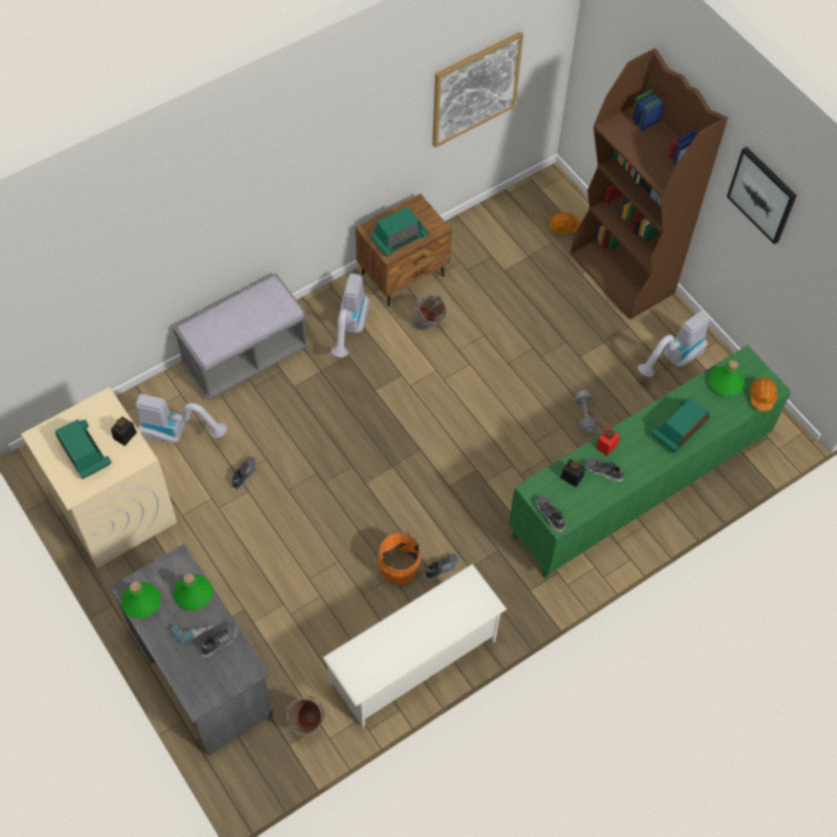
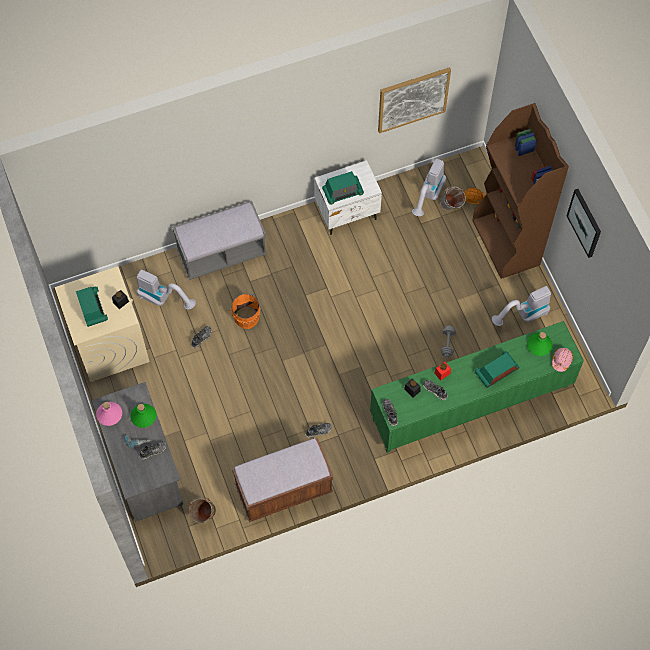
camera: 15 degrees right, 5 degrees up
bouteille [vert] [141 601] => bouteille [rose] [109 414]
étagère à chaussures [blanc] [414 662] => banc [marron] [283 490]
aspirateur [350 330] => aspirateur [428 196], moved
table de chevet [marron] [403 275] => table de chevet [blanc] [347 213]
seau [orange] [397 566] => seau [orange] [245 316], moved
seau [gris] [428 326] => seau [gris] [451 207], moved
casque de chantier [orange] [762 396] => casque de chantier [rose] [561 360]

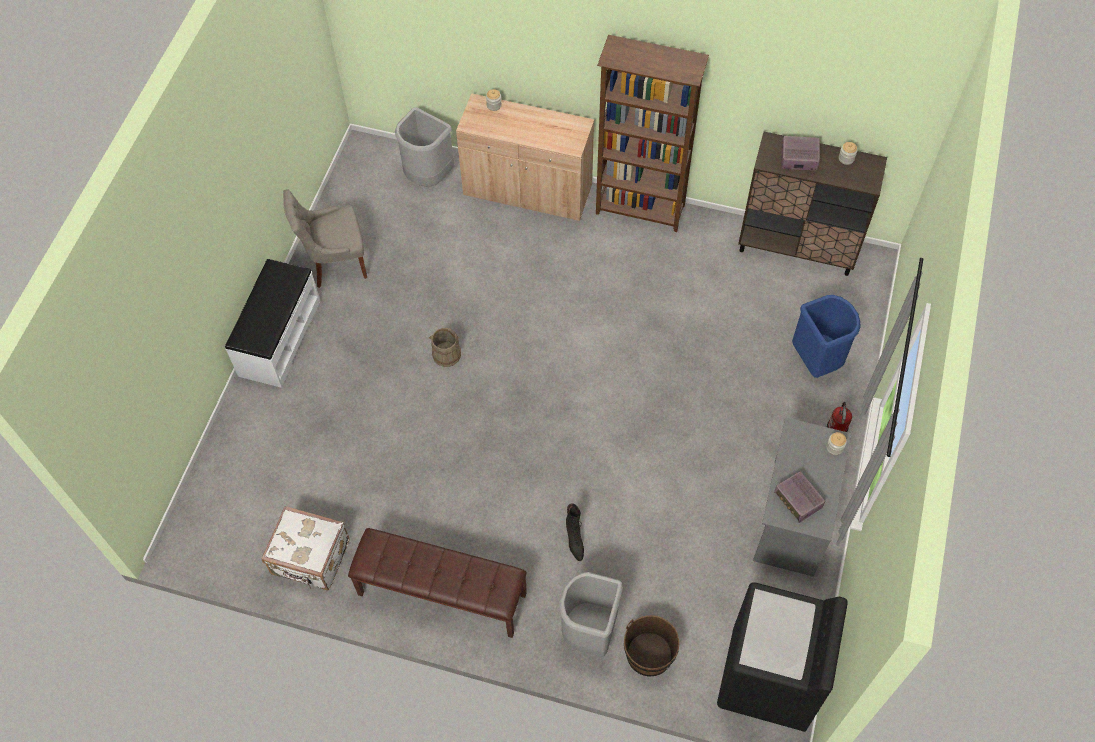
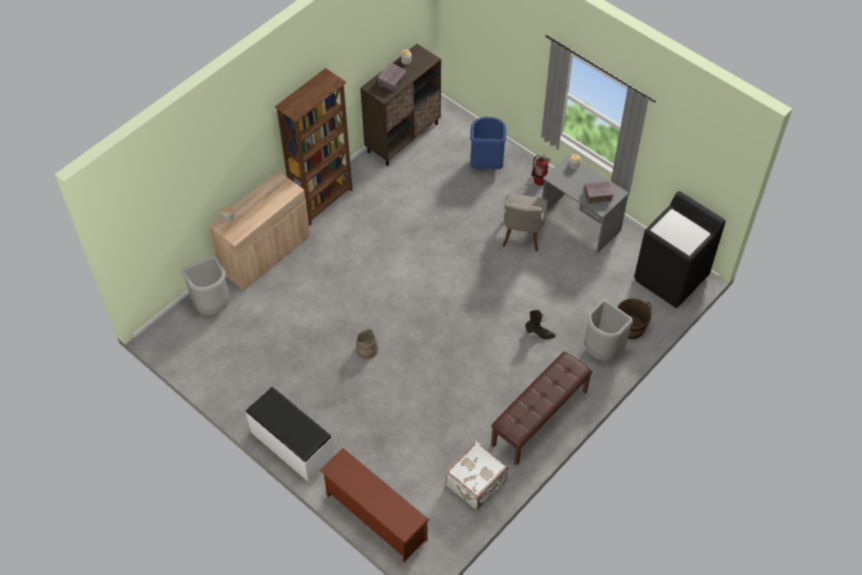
camera: 65 degrees left, 5 degrees down
chaise [gris] [335 263] => chaise [gris] [522 236], moved
nothing => étagère à chaussures [marron] [375 518]

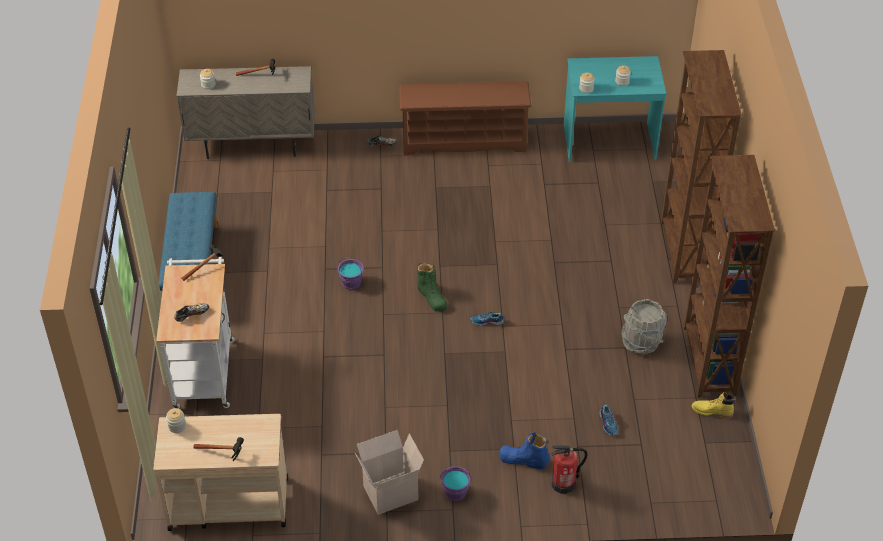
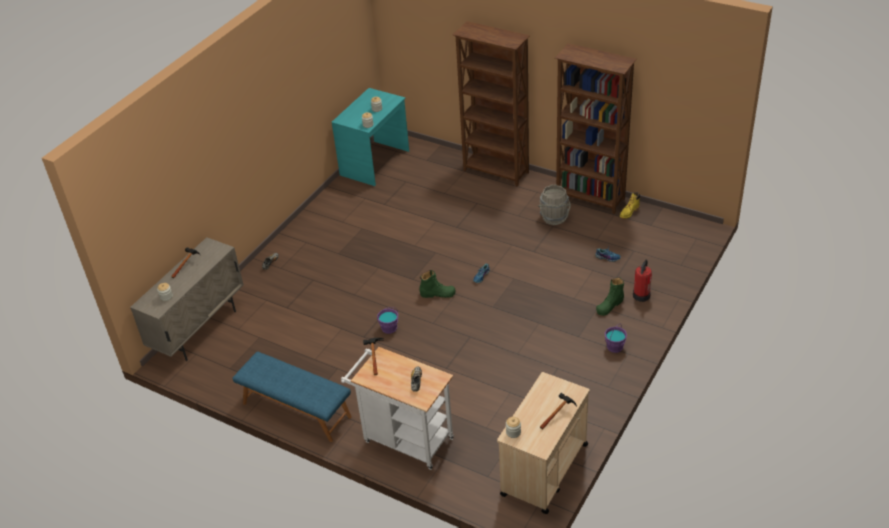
camera: 55 degrees left, 5 degrees down
carton [390 491] => nothing
étagère à chaussures [marron] [464 141] => nothing
botte [bleu] [523 460] => botte [vert] [610 305]

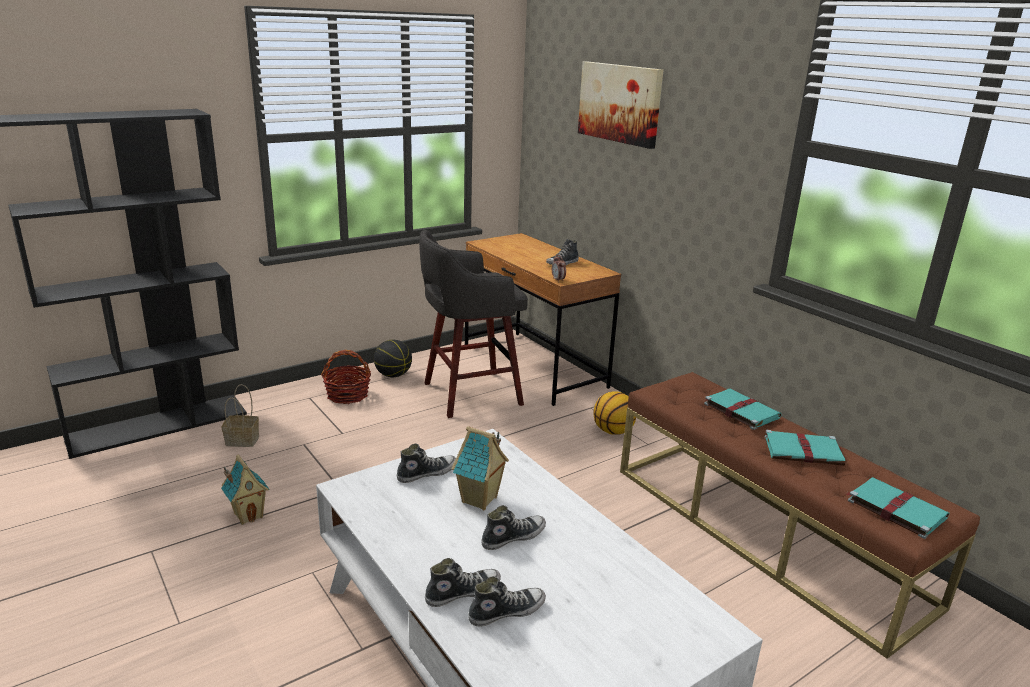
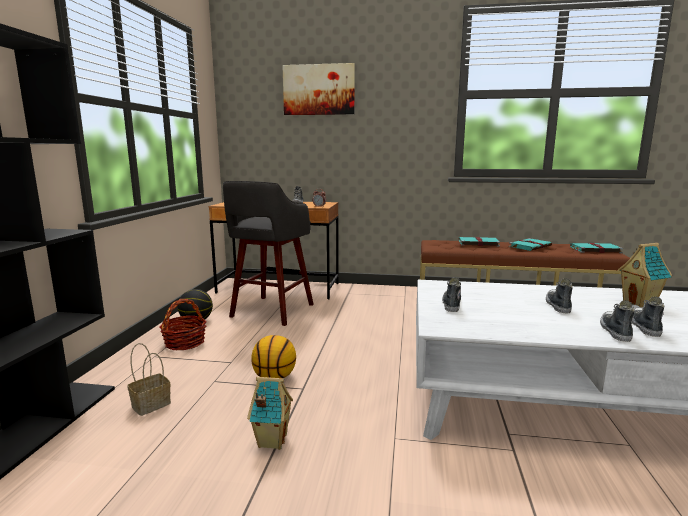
camera: 45 degrees left, 10 degrees down
maison miniature [480 500] => maison miniature [640 303], moved
ballon de basket [612 431] => ballon de basket [274 377], moved

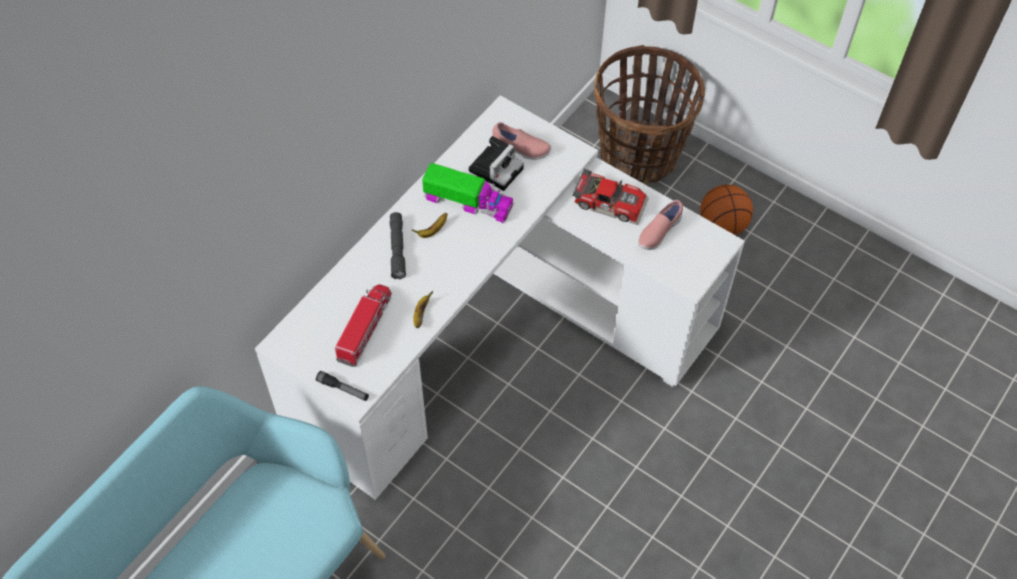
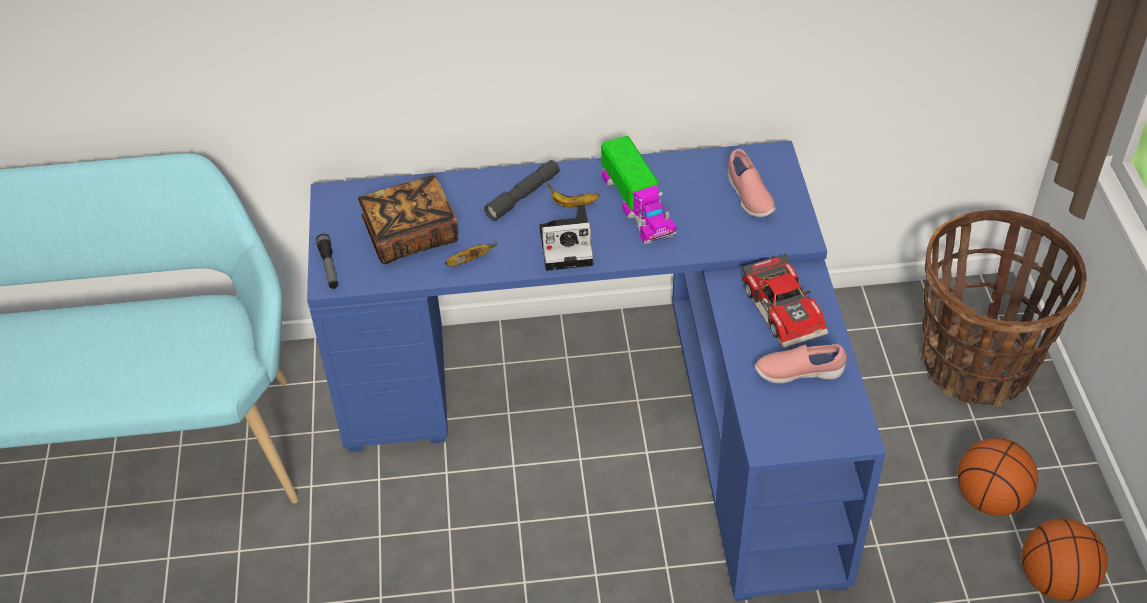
camera: 50 degrees right, 10 degrees down
bureau [blanc] [493 335] => bureau [bleu] [619 407]
camion jouet [365 328] => livre [411 235]
appareil photo [496 168] => appareil photo [568 246], moved
nothing => ballon de basket [1054 580]

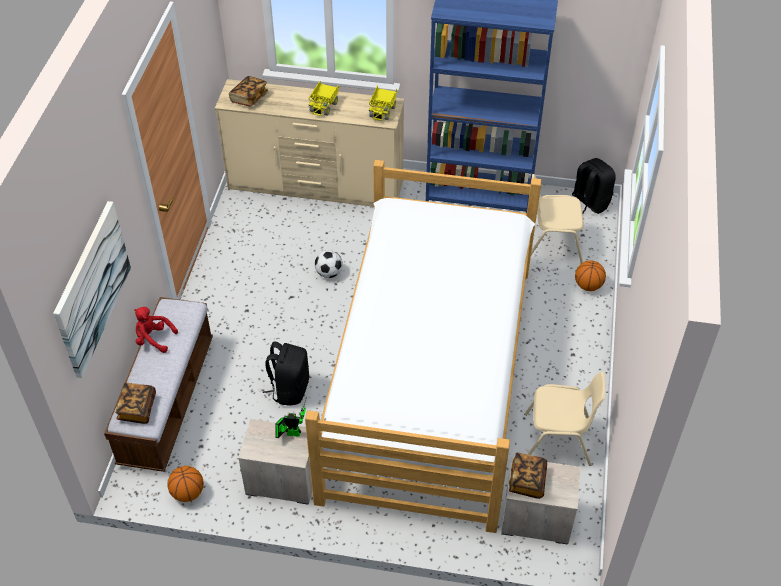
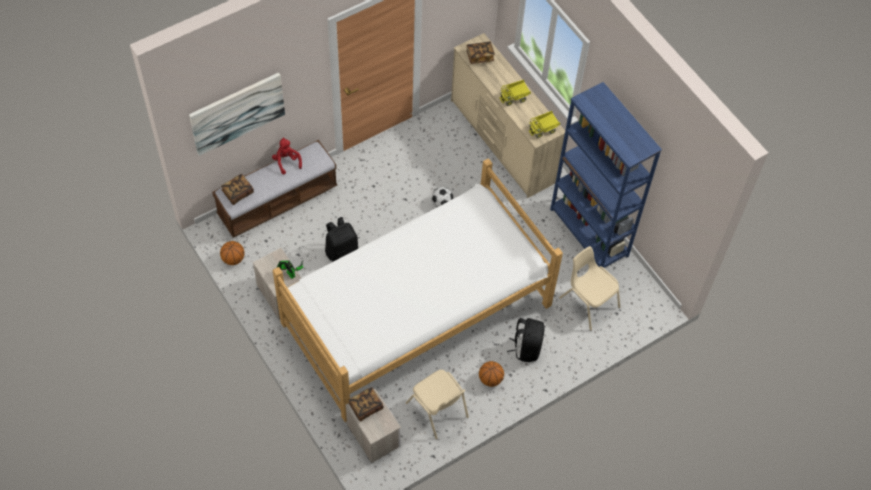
camera: 45 degrees right, 10 degrees up
sac à dos [noir] [589 203] => sac à dos [noir] [526 348], moved
ballon de basket [588 286] => ballon de basket [490 379], moved

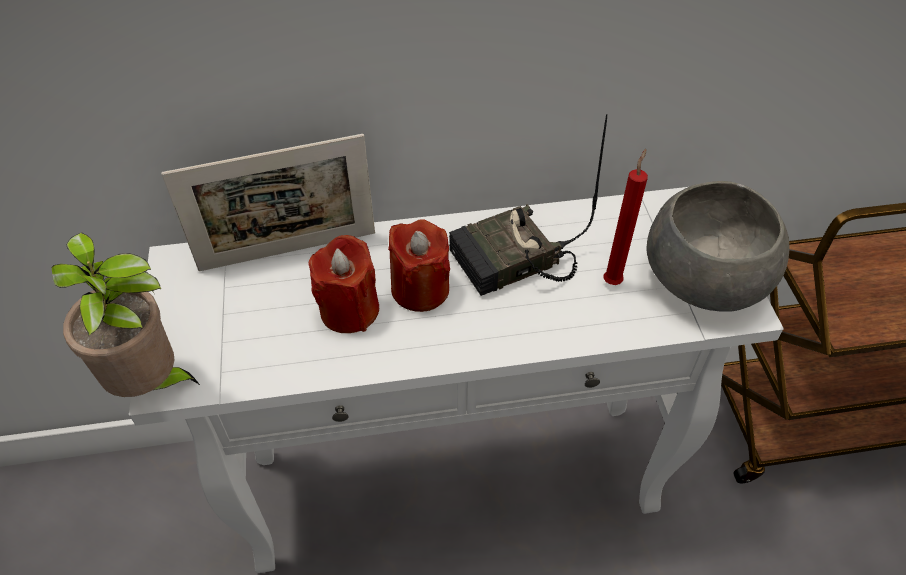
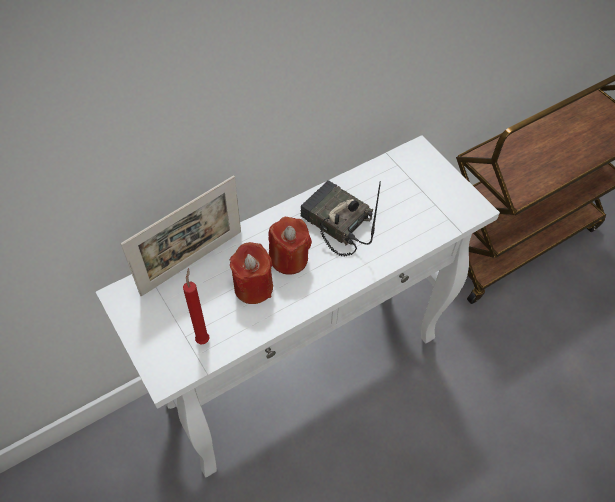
camera: 25 degrees left, 5 degrees up
plante en pot [152 384] => nothing
radio [512 263] => radio [334 223], 90 degrees clockwise
bougie [rouge] [613 280] => bougie [rouge] [203 338], moved
bol [gris] [703 277] => nothing

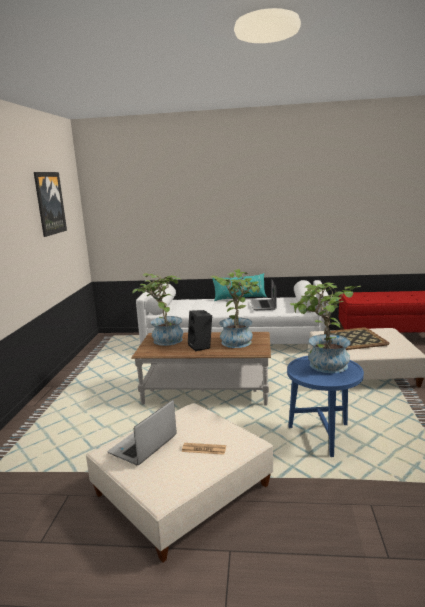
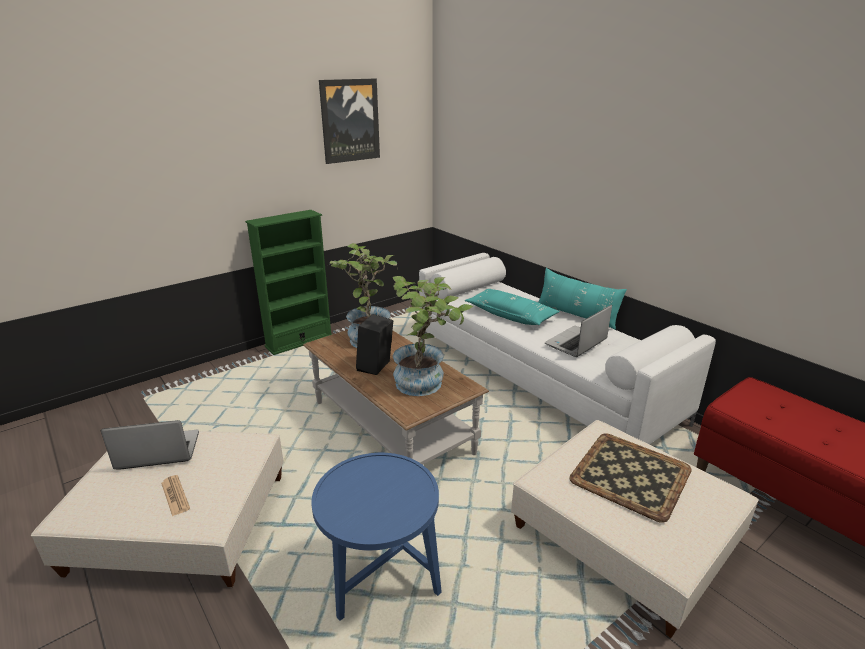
camera: 45 degrees right, 10 degrees up
plante en pot [323 366] => nothing
nothing => bibliothèque [vert] [299 341]
nothing => coussin [turquoise] [510 315]

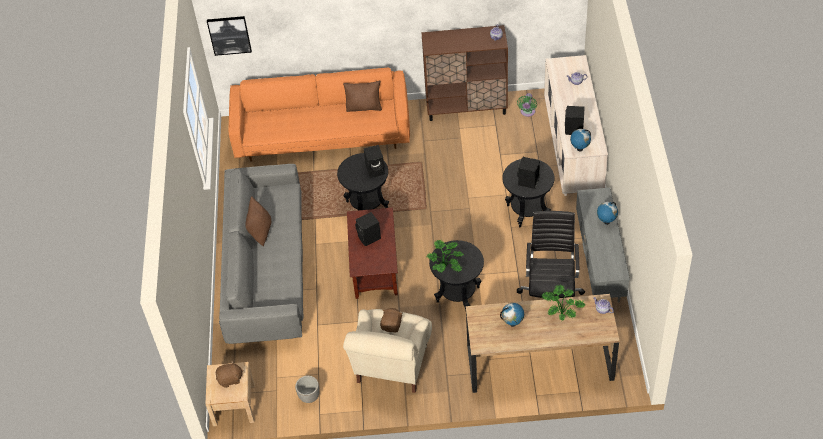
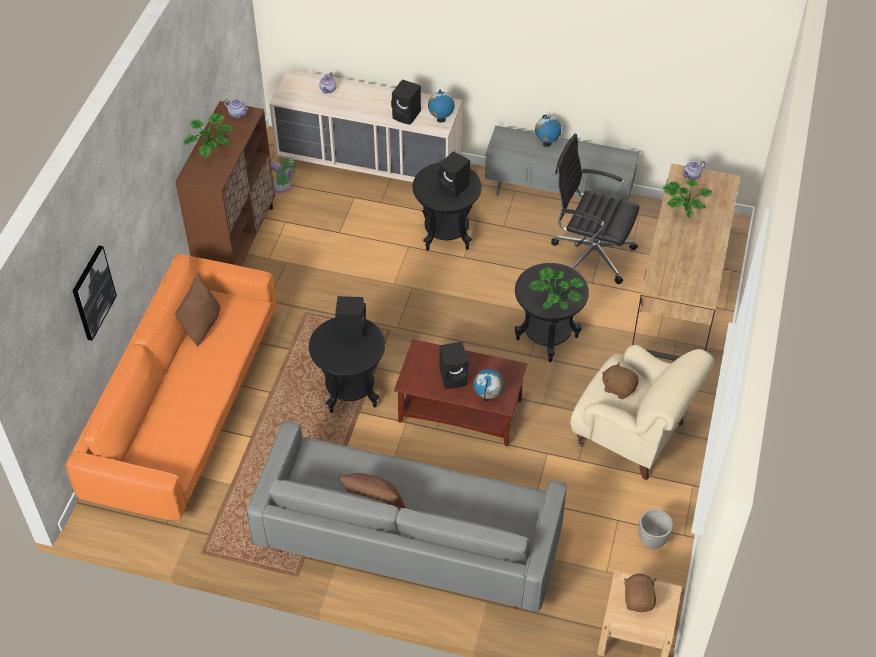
camera: 75 degrees left, 0 degrees up
tableau [229 35] => tableau [93 292], moved
globe [512 323] => globe [488 397], moved
nothing => plante en pot [211 150]

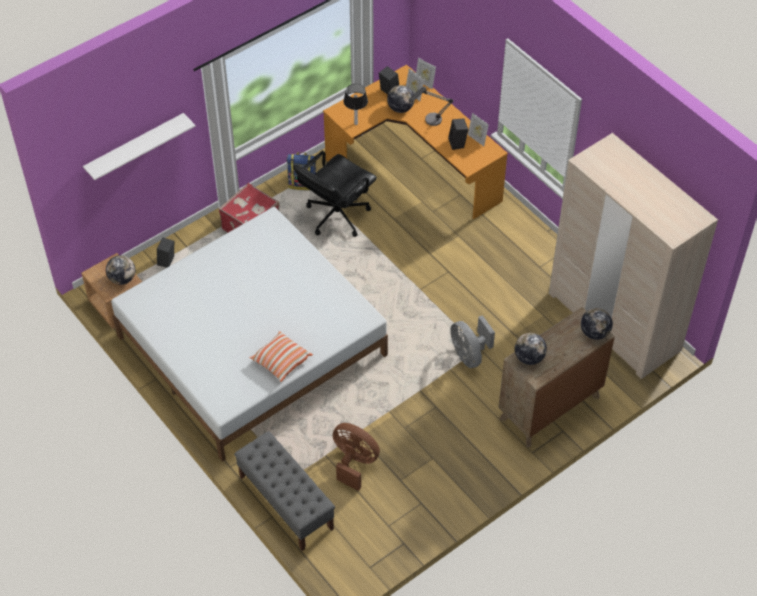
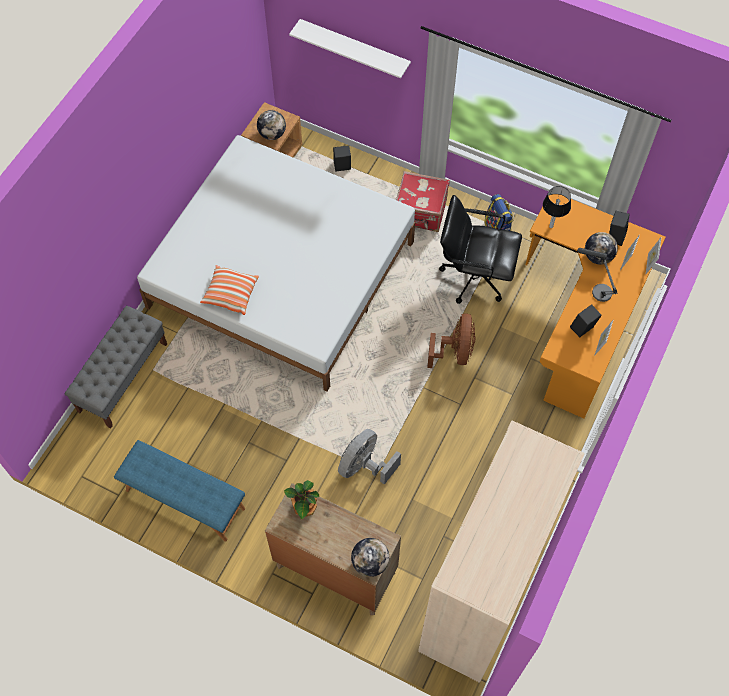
camera: 65 degrees right, 10 degrees up
ventilateur [marron] [354 462] => ventilateur [marron] [455 352], moved
globe [529 358] => plante en pot [304 507]
nothing => banc [bleu] [184 500]

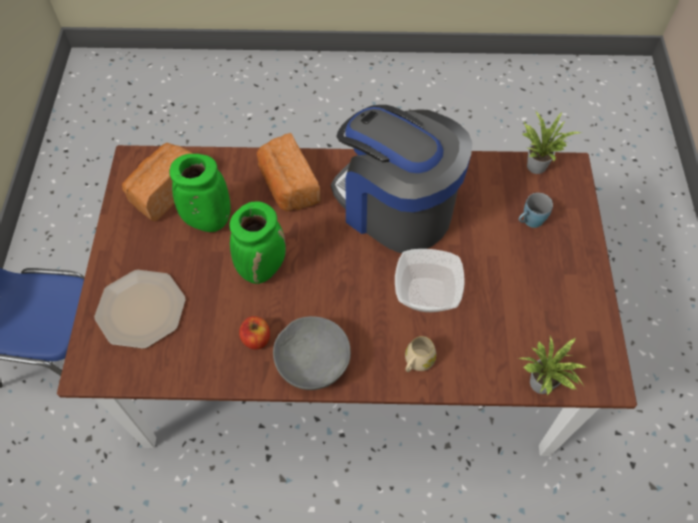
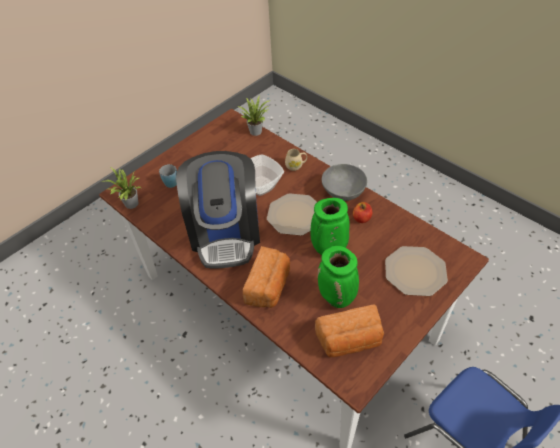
camera: 135 degrees left, 10 degrees down
nothing => assiette [294 215]

